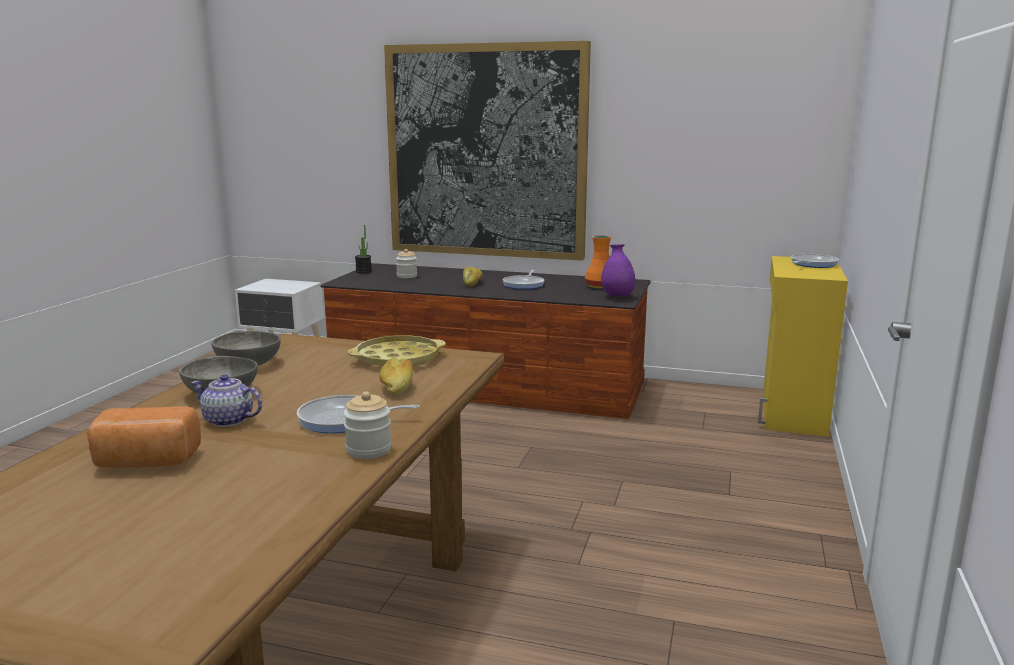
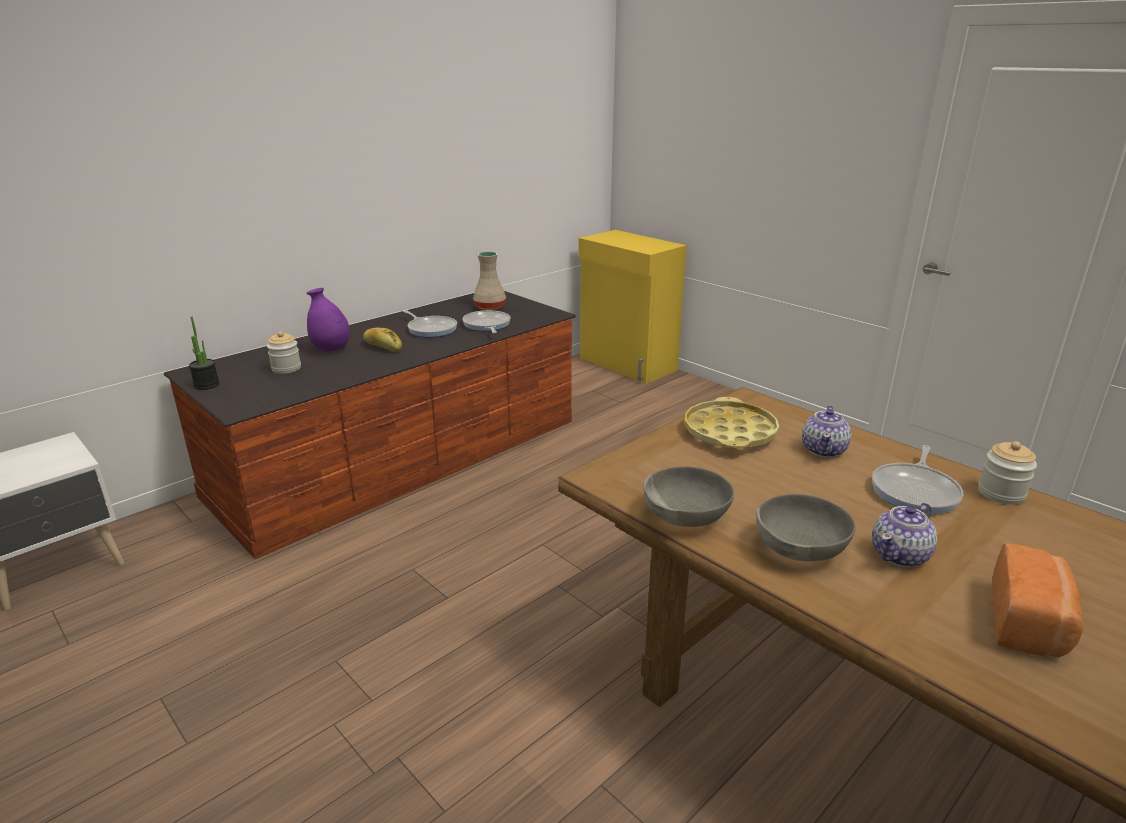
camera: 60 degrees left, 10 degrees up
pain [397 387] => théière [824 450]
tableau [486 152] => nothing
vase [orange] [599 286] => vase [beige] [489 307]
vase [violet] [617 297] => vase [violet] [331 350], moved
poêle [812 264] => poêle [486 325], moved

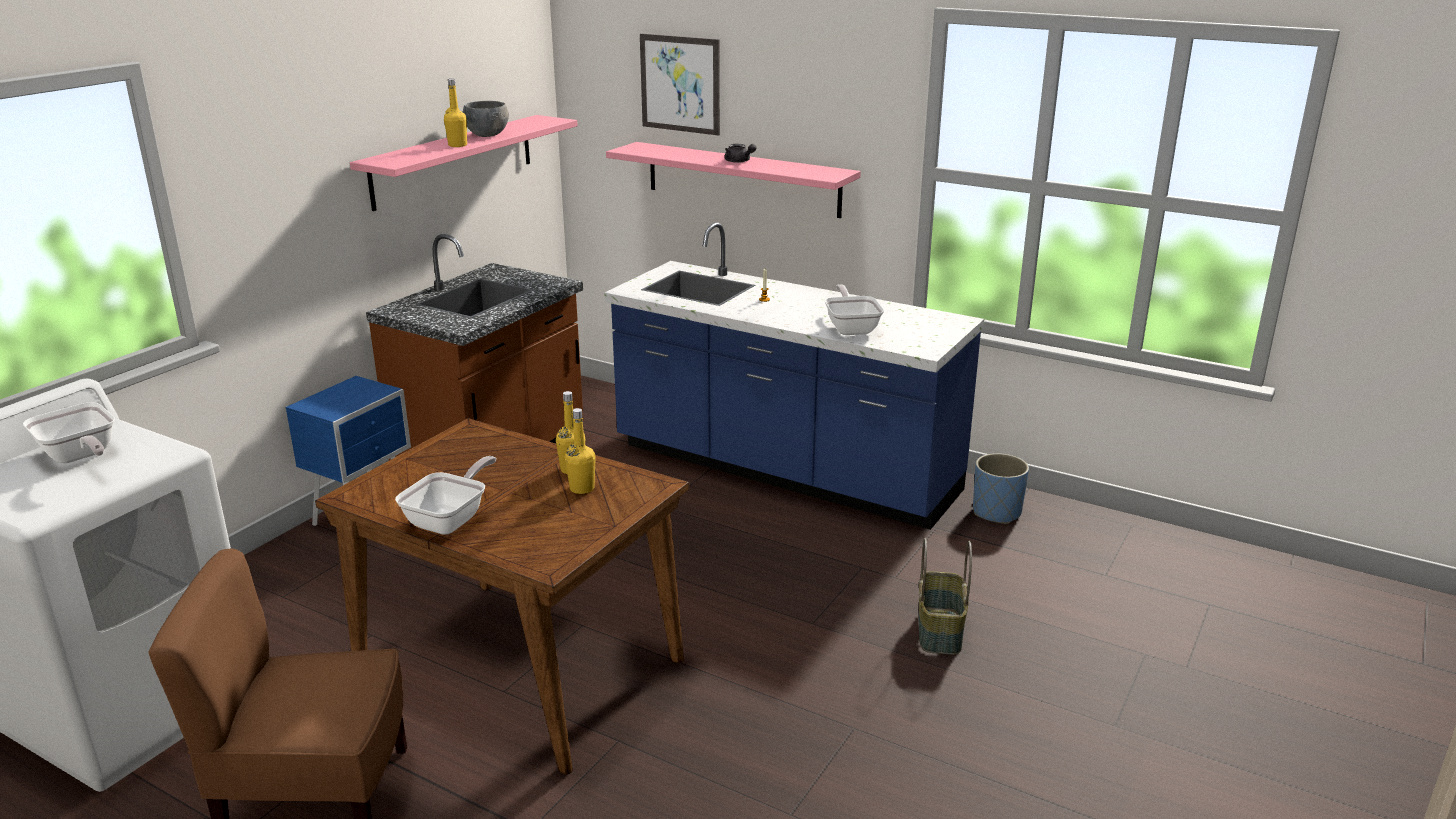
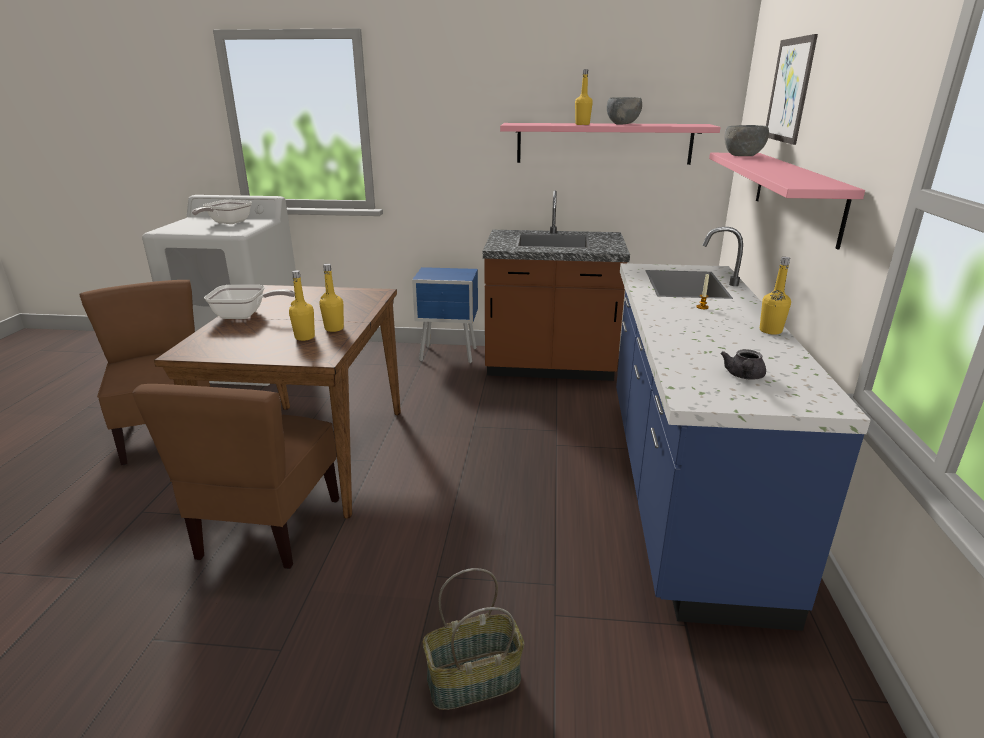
camera: 65 degrees right, 0 degrees up
théière [gris] [739 161] => théière [gris] [743 376], moved
poêle [851 328] => nothing
cache-pot [bleu] [996 512] => nothing
nothing => chaise [marron] [268 528]
nothing => bol [gris] [743 156]
nothing => bouteille [jaune] [770 331]

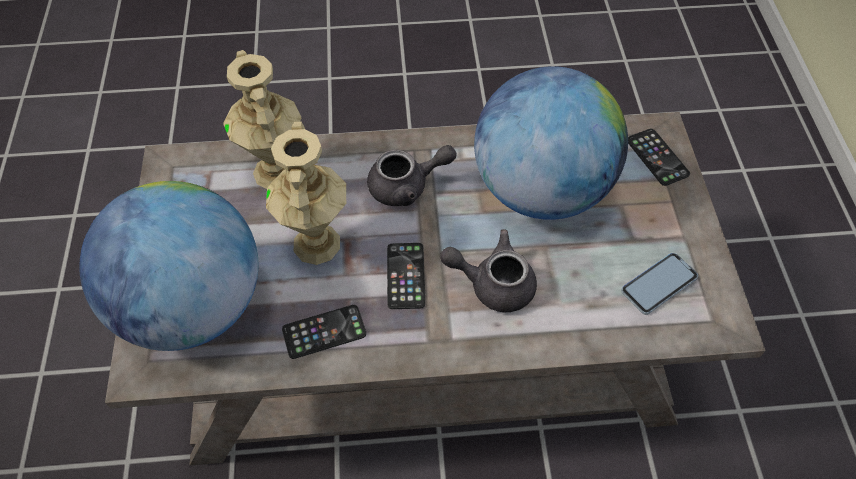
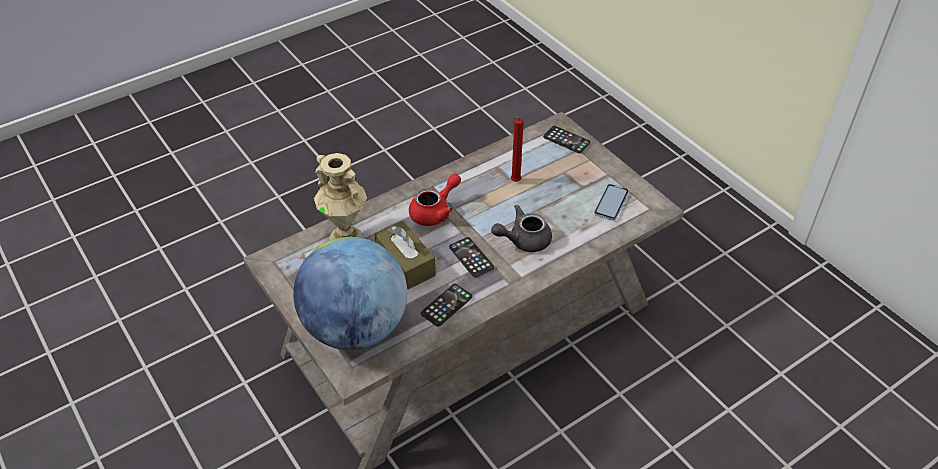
camera: 30 degrees left, 10 degrees down
vase [beige] [318 244] => boîte à mouchoirs [marron] [405 263]
théière [gris] [407 186] => théière [rouge] [435 212]
globe [541 190] => bougie [rouge] [514 182]

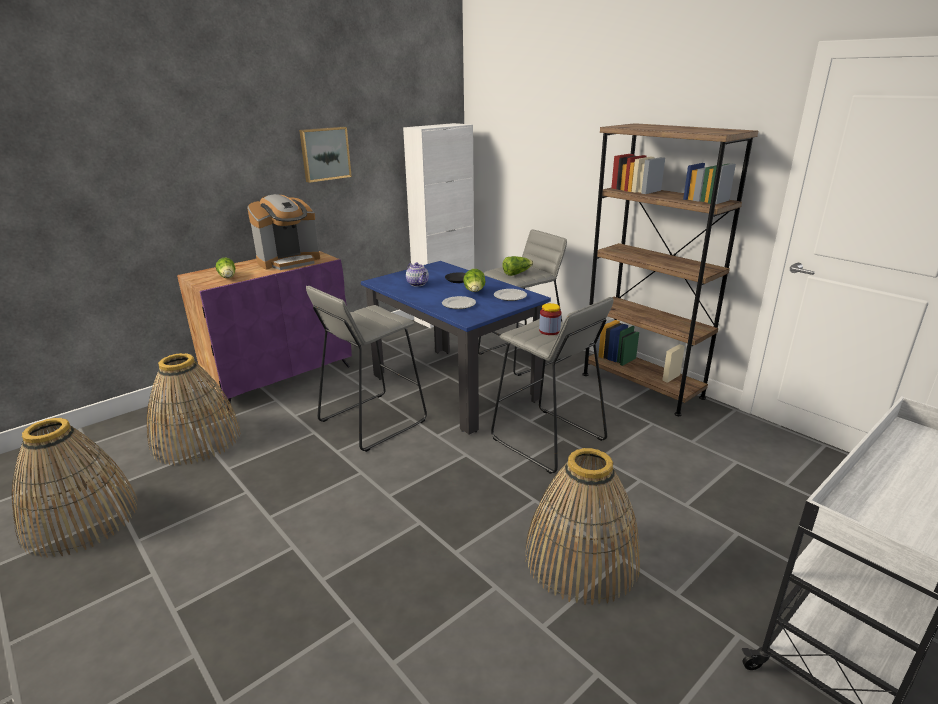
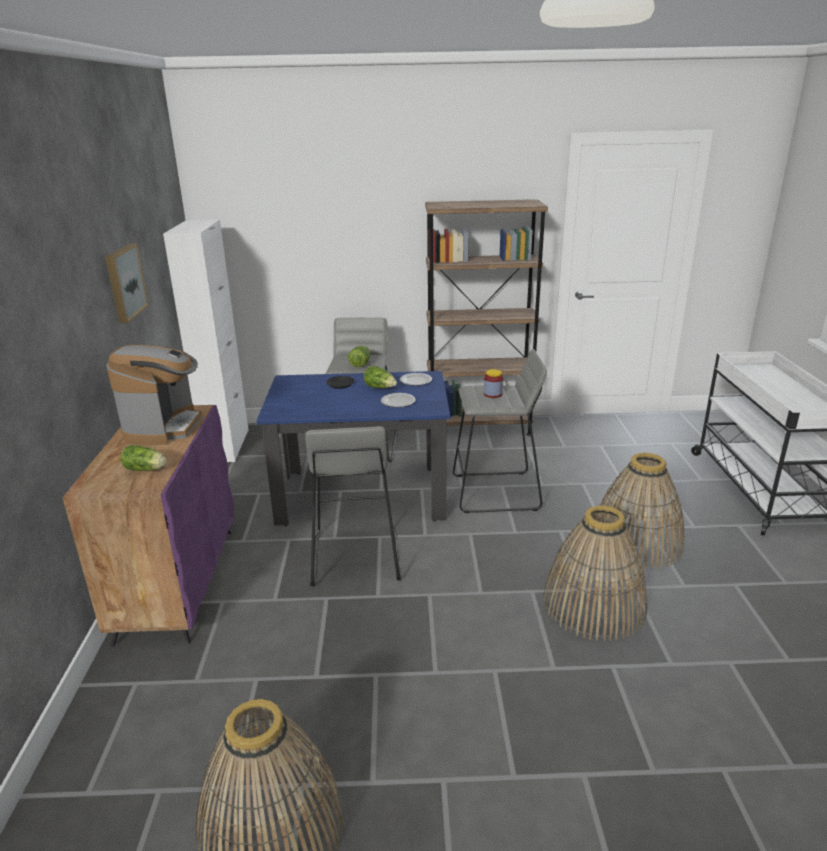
camera: 50 degrees left, 0 degrees up
panier [196 439] => panier [593 605], moved
théière [418 284] => nothing

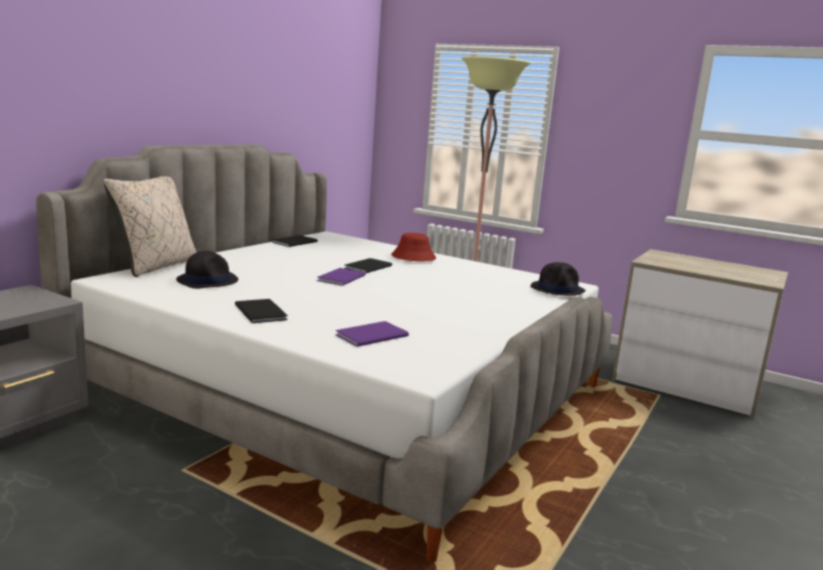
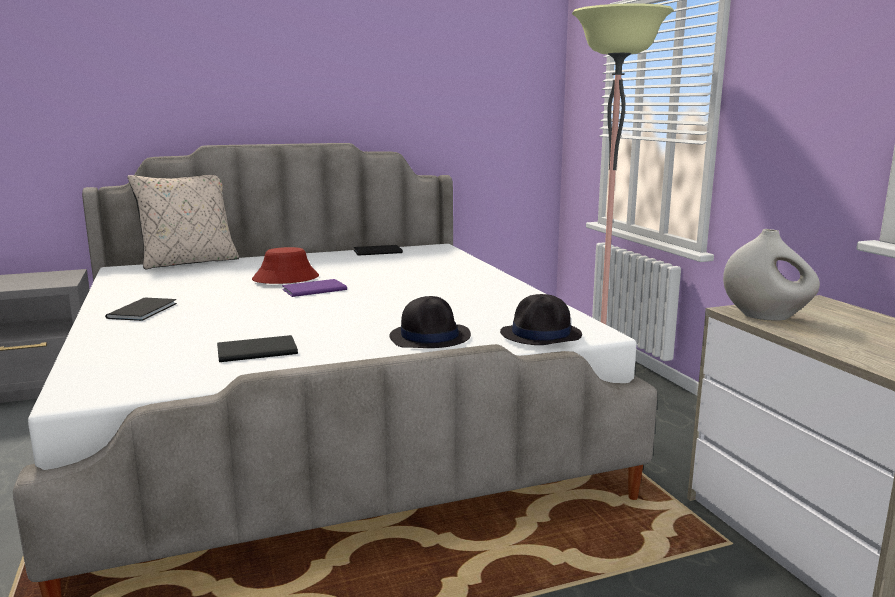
camera: 40 degrees right, 0 degrees up
chapeau [noir] [207 280] => chapeau [noir] [430 337], moved
livre [violet] [369 335] => nothing
livre [noir] [366 267] => livre [noir] [254 350], moved
chapeau [rouge] [413 257] => chapeau [rouge] [286 278], moved
nothing => vase [blanc] [766 316]

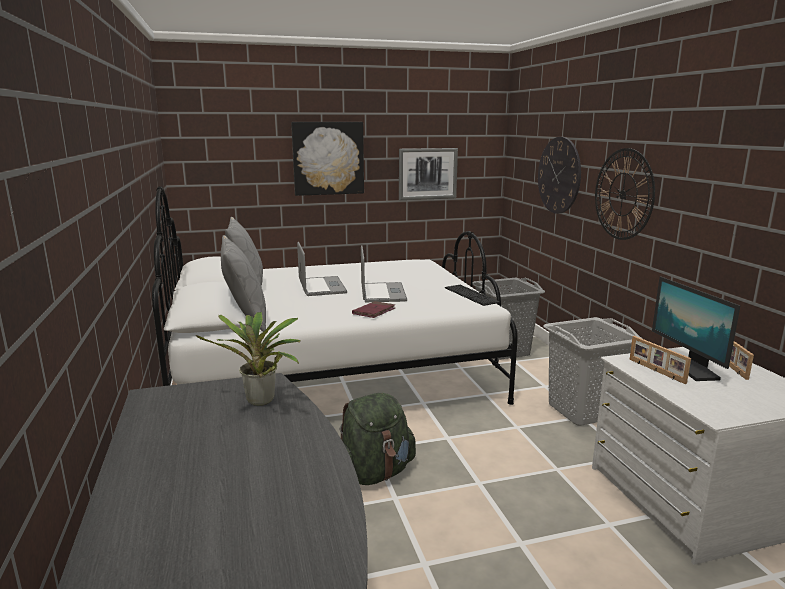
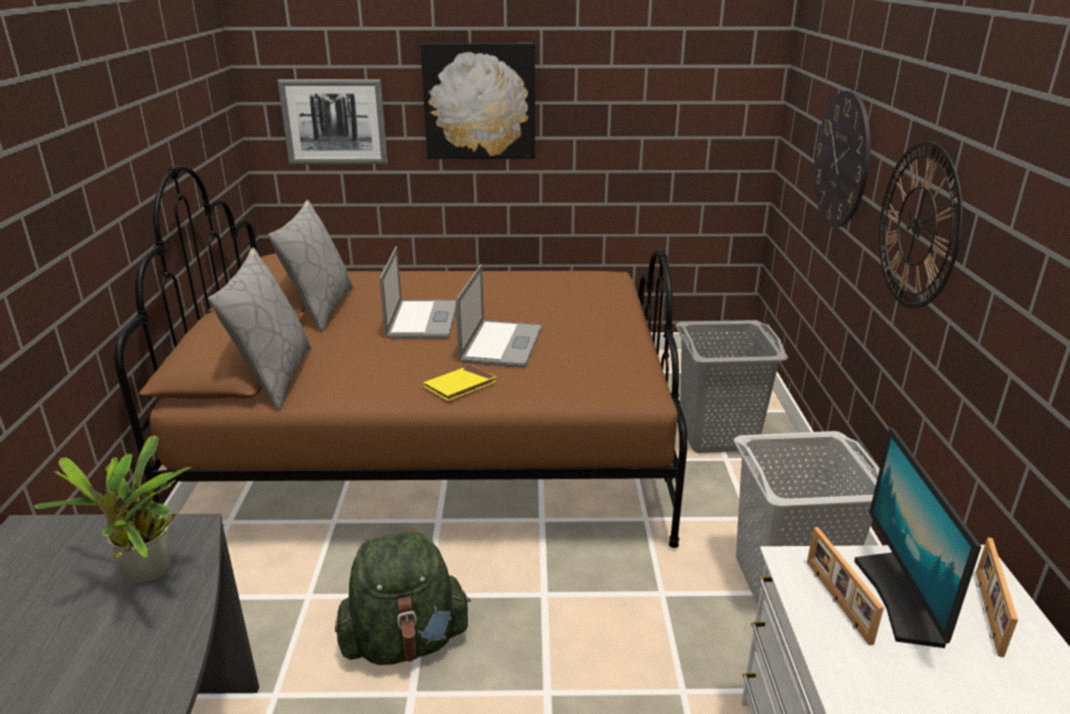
camera: 15 degrees right, 10 degrees up
lit [blanc] [333 375] => lit [marron] [440 446]
livre [rouge] [374 312] => livre [jaune] [460 386]
tableau [427 173] => tableau [334 122], moved
clavier [470 295] => nothing

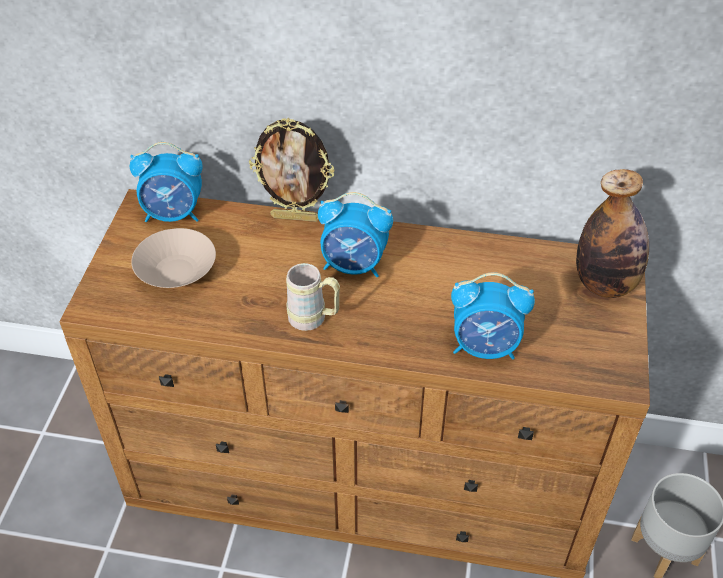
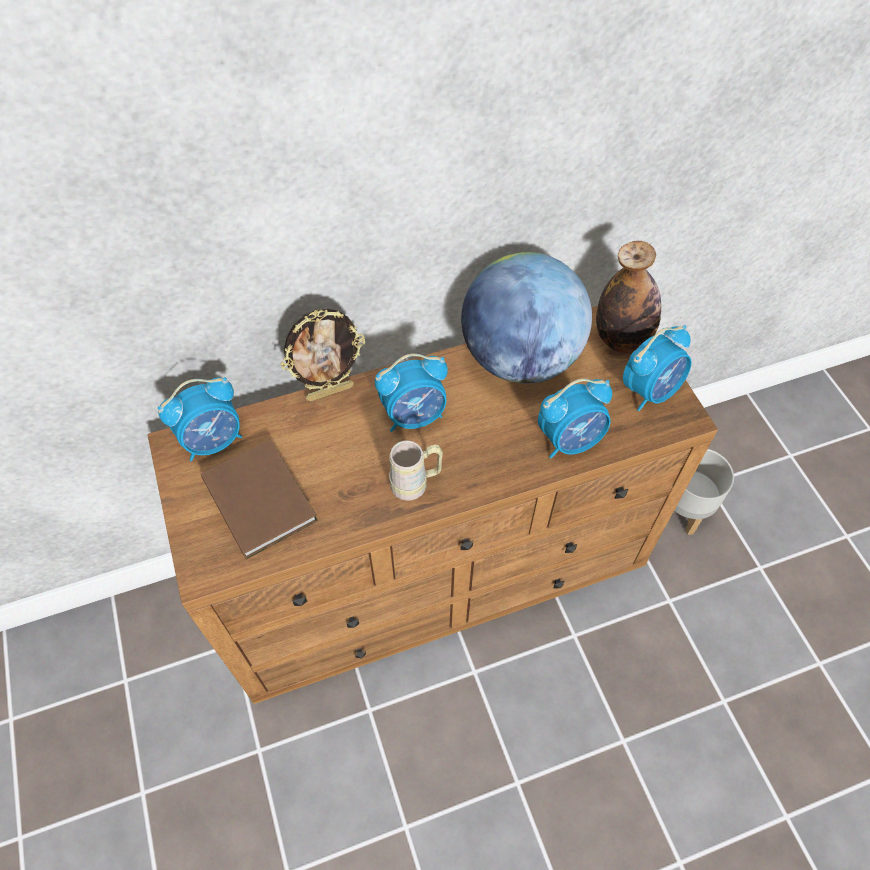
camera: 30 degrees left, 10 degrees up
bol [beige] [177 271] => livre [marron] [260 497]
nothing => globe [520 358]
nothing => réveil [650 390]

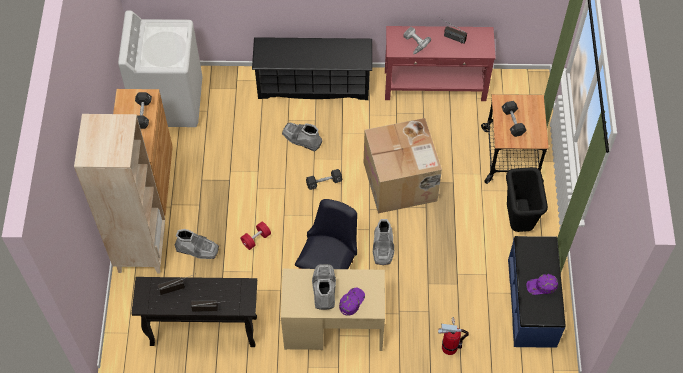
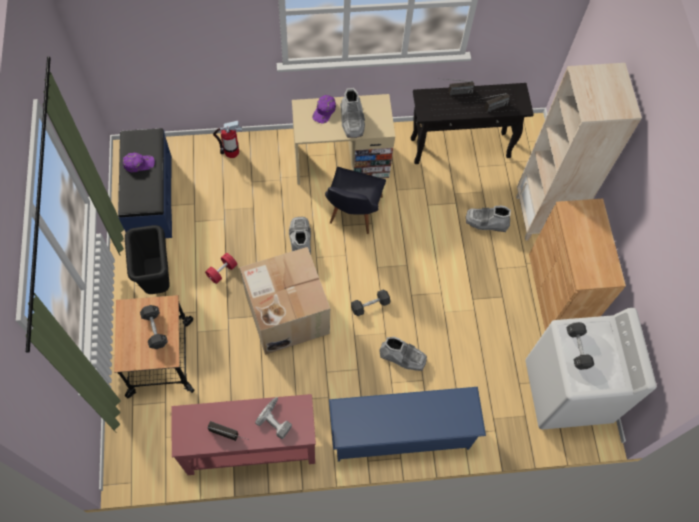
camera: 170 degrees right, 5 degrees up
haltère [noir] [143 114] => haltère [noir] [577 348], moved
haltère [rouge] [256 239] => haltère [rouge] [222 271], moved
étagère à chaussures [noir] [313 84] => étagère à chaussures [bleu] [400 433]

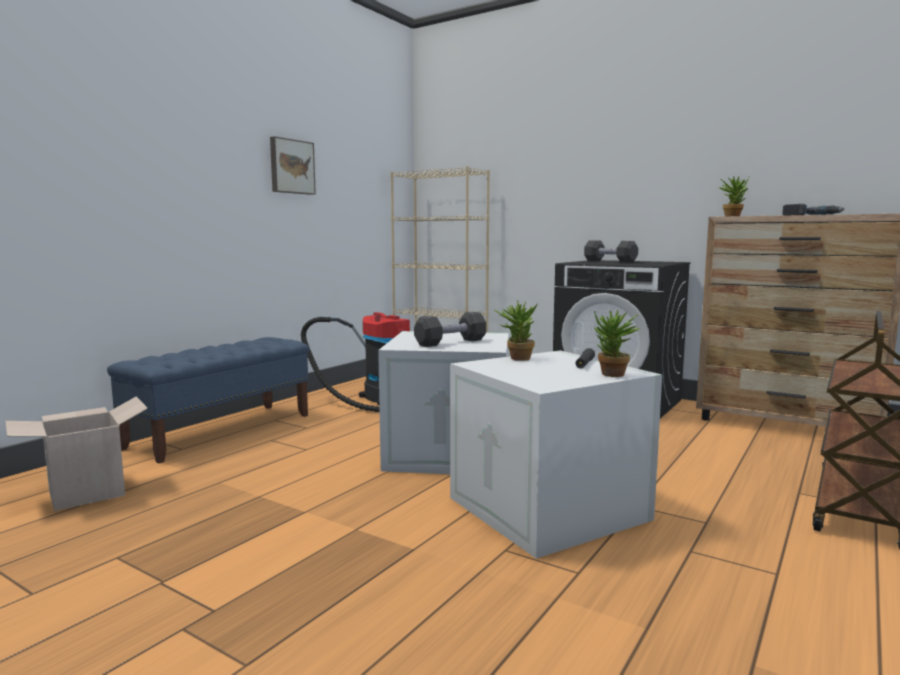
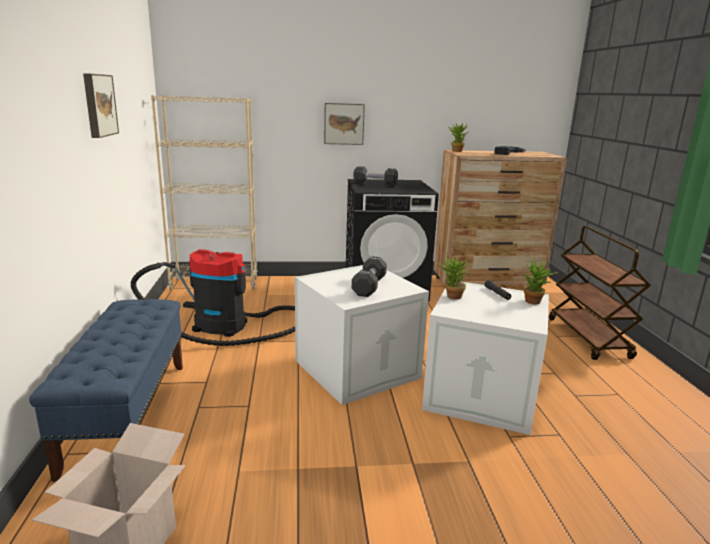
camera: 40 degrees left, 10 degrees up
nothing => tableau [343 124]

